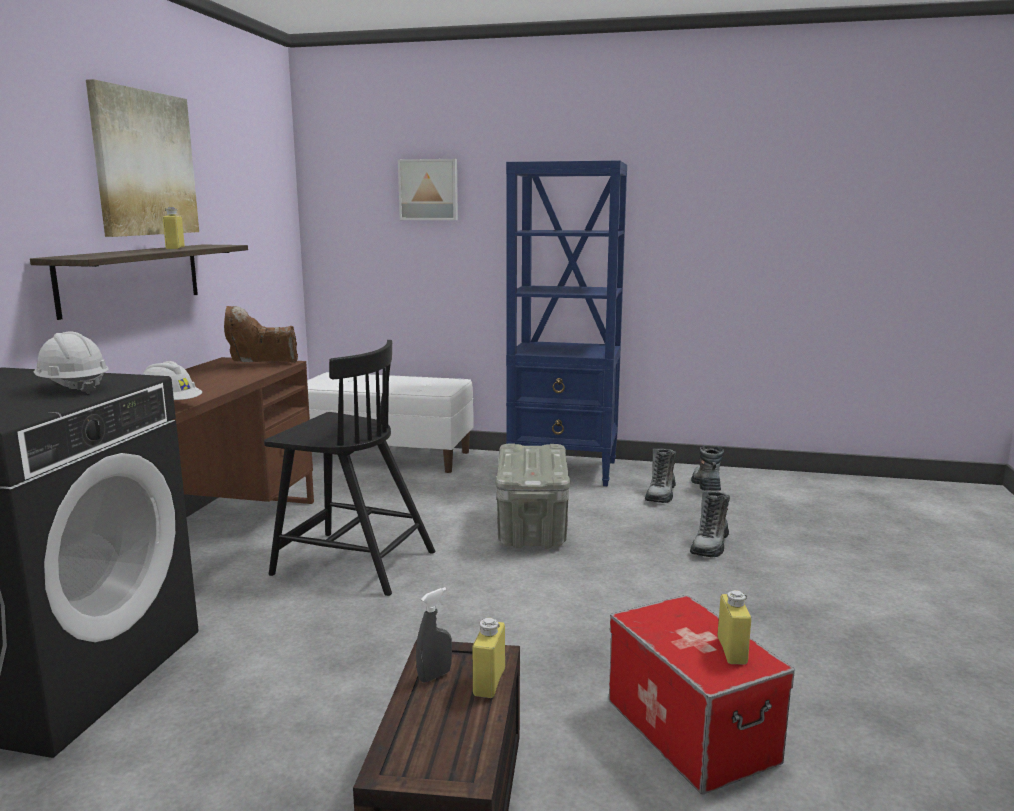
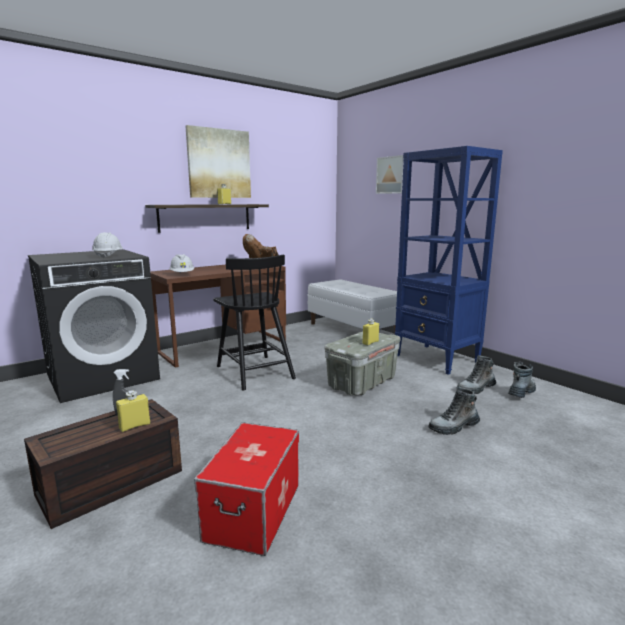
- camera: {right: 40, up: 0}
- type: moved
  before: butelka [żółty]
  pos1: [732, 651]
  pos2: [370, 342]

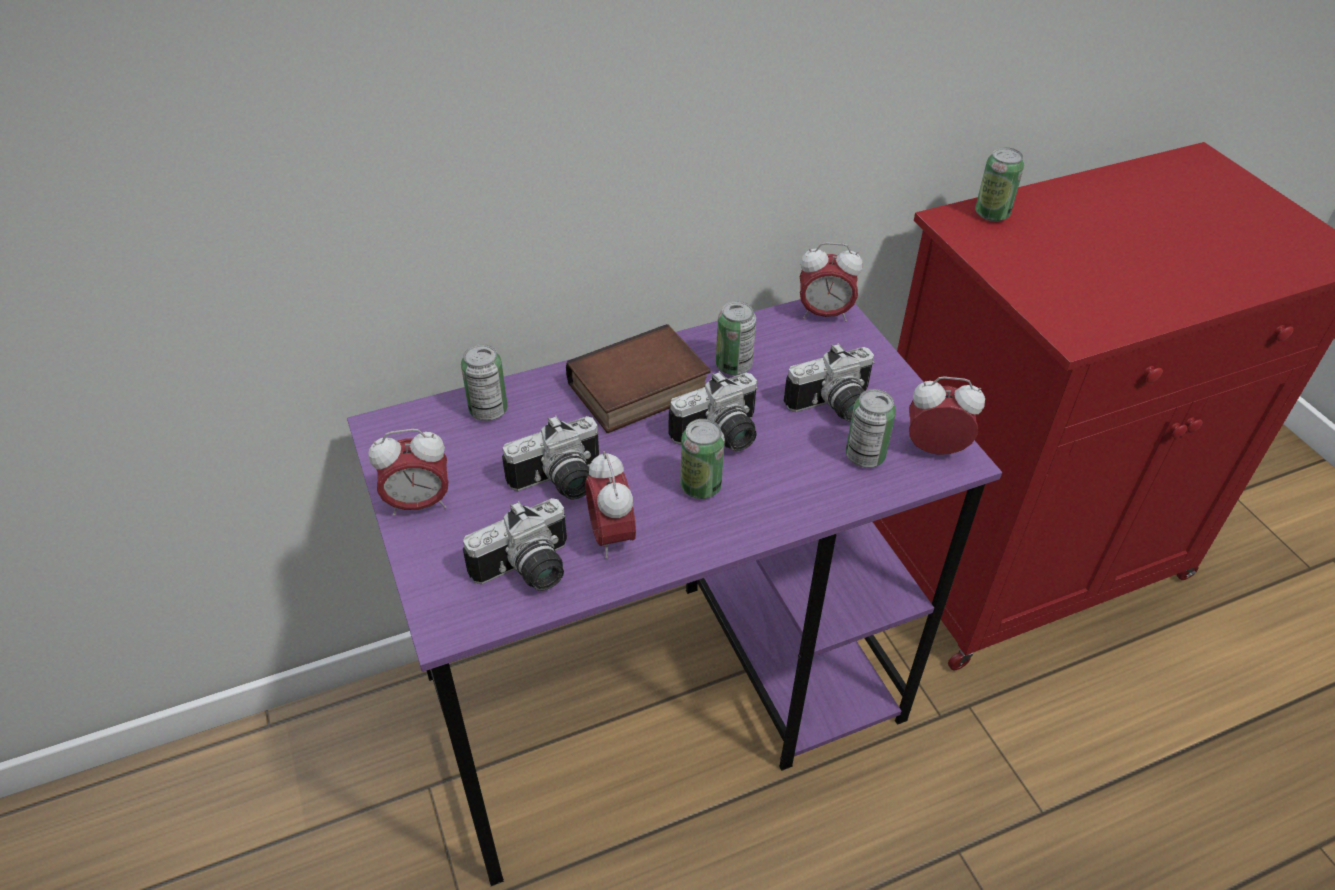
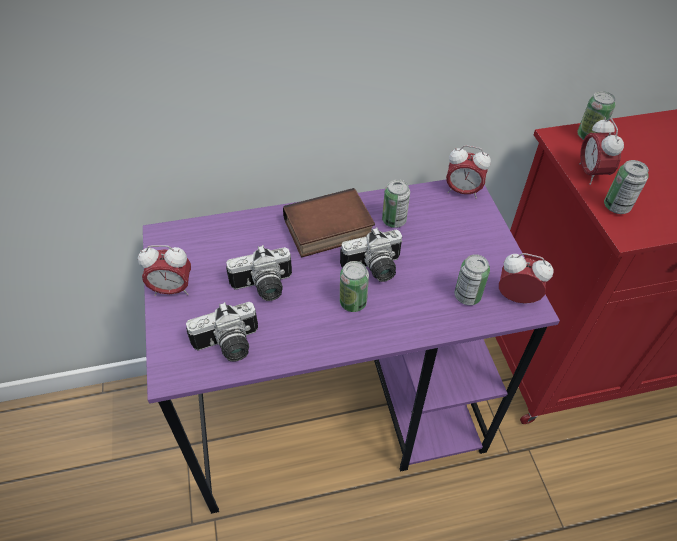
- camera: {right: 10, up: 5}
- type: moved
  before: budzik
  pos1: [611, 536]
  pos2: [591, 173]
- type: moved
  before: puszka
  pos1: [488, 410]
  pos2: [616, 206]
- type: removed
  before: aparat fotograficzny
  pos1: [834, 408]

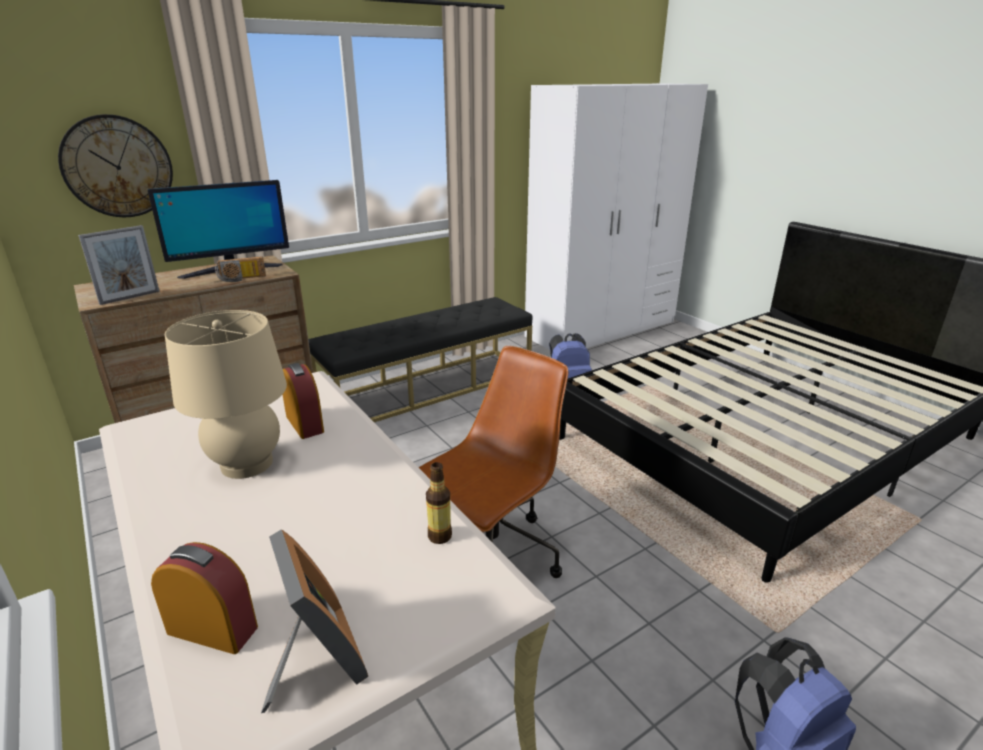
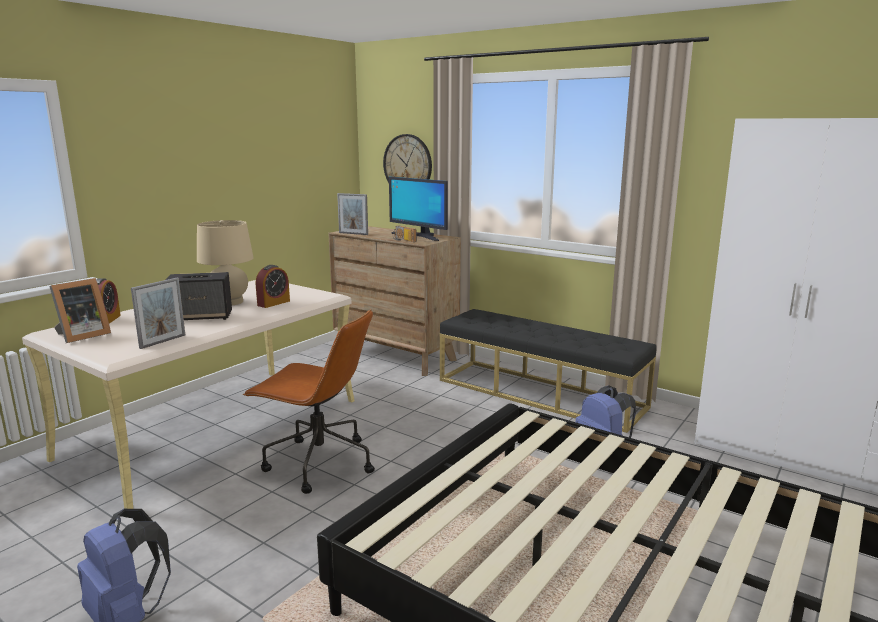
- camera: {right: 70, up: -10}
- type: replaced
  before: butelka
  after: ramka na zdjęcie
  pos1: [439, 536]
  pos2: [163, 341]
- type: added
  after: głośnik
  pos2: [202, 317]

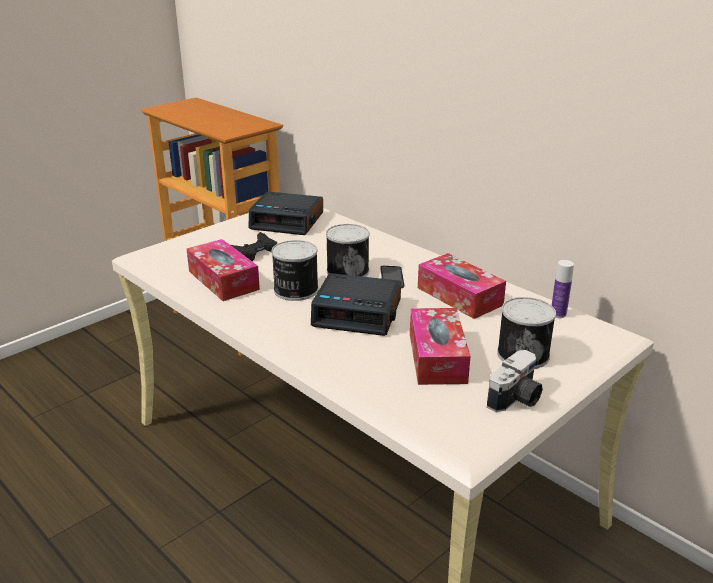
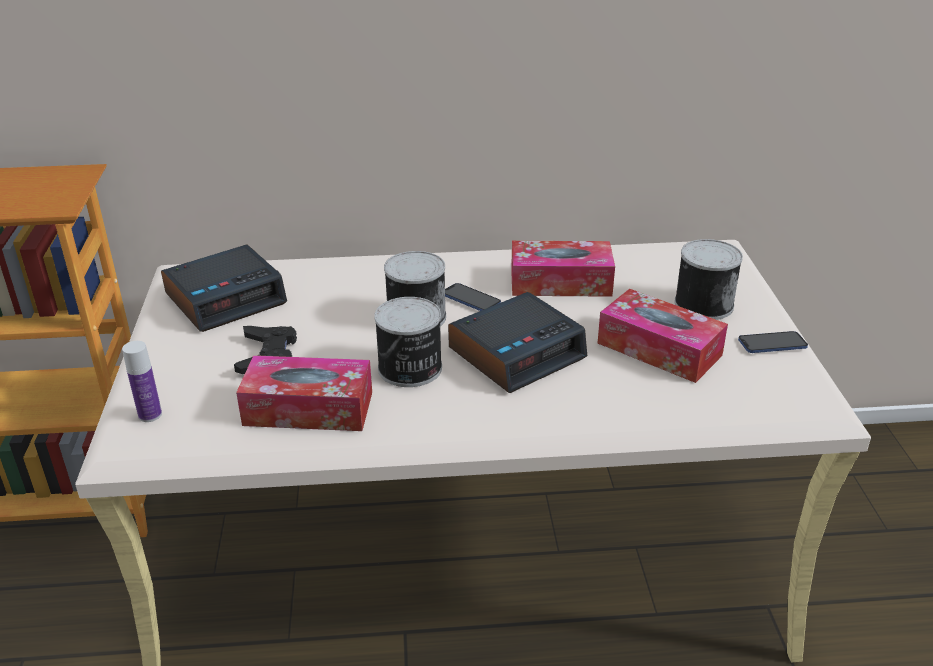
- camera: {right: -50, up: 5}
- type: moved
  before: butelka
  pos1: [558, 314]
  pos2: [150, 415]
- type: replaced
  before: aparat fotograficzny
  after: telefon
  pos1: [516, 399]
  pos2: [772, 344]

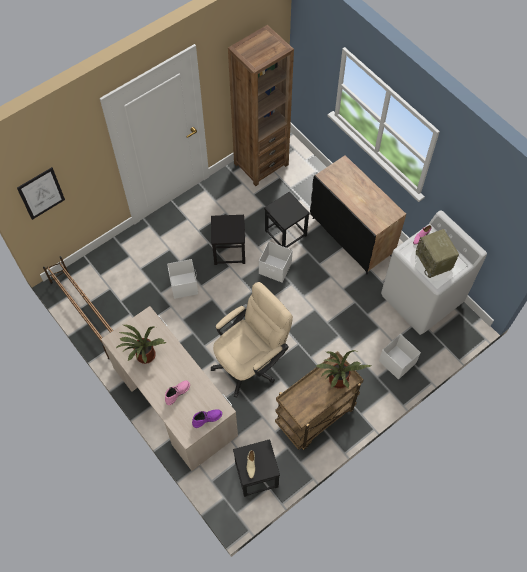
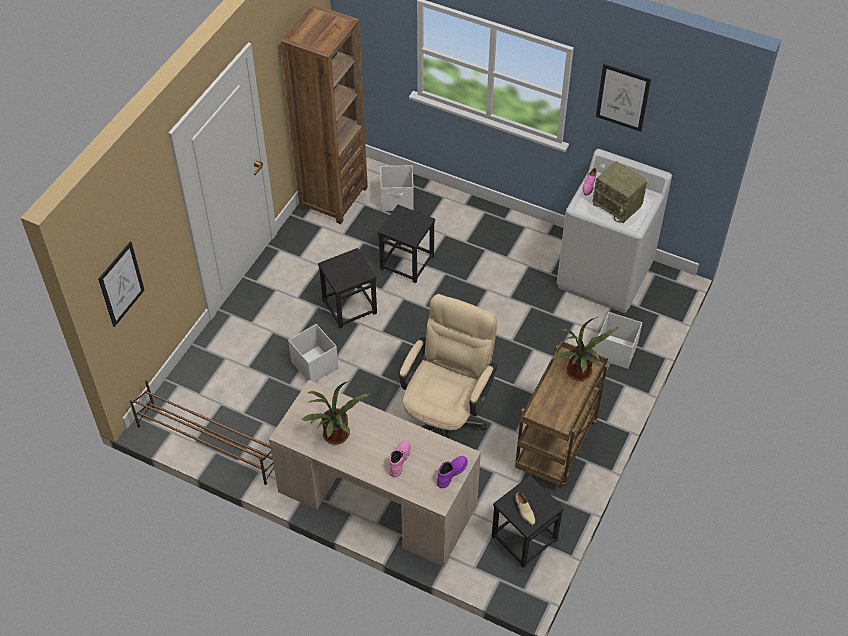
- camera: {right: -25, up: -10}
- type: moved
  before: pojemnik do przechowywania [biały]
  pos1: [275, 269]
  pos2: [397, 200]
- type: added
  after: obraz
  pos2: [623, 97]
- type: removed
  before: szafka [czarny]
  pos1: [352, 237]

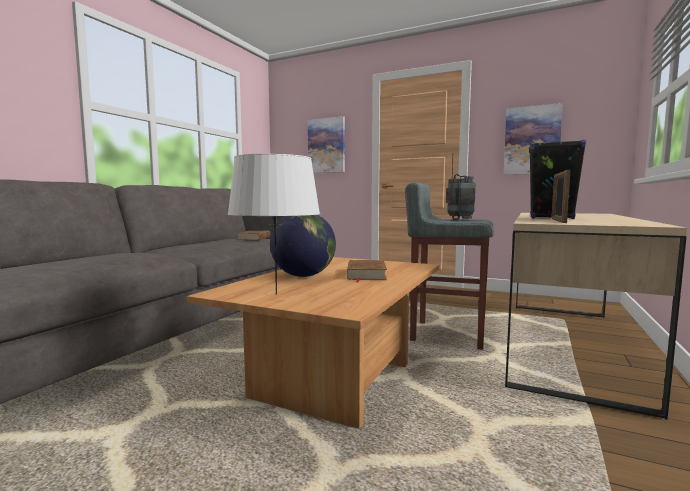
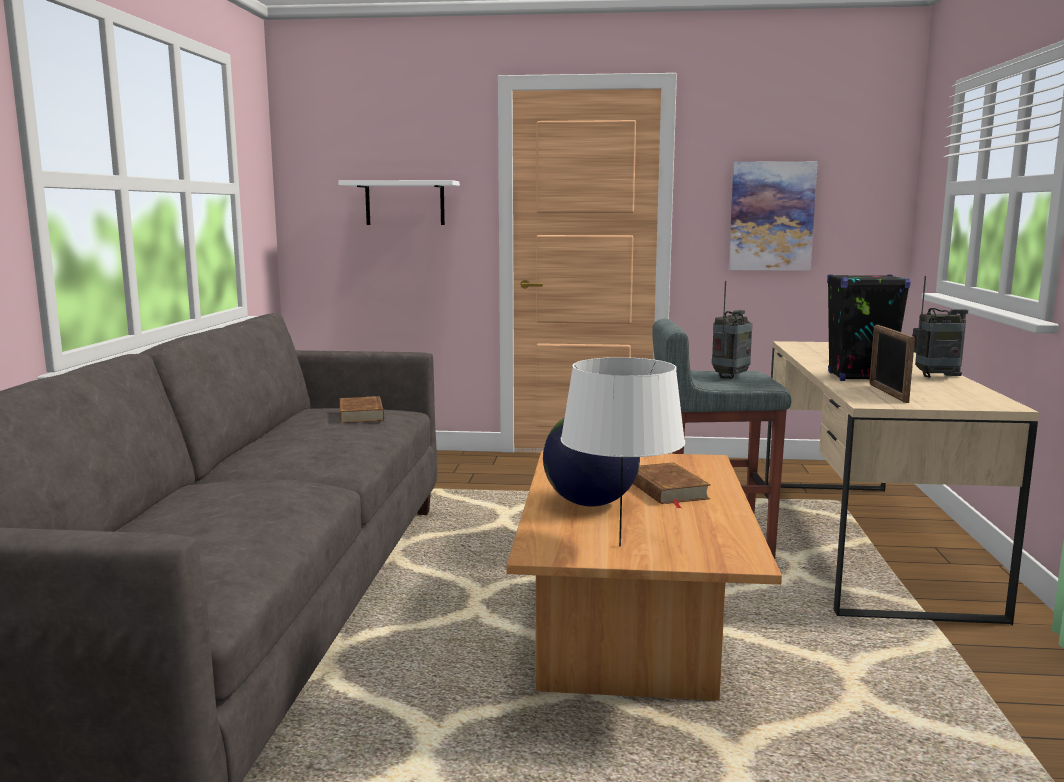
- camera: {right: -20, up: 5}
- type: replaced
  before: obraz
  after: półka [biały]
  pos1: [326, 145]
  pos2: [405, 203]
- type: added
  after: radio
  pos2: [936, 377]

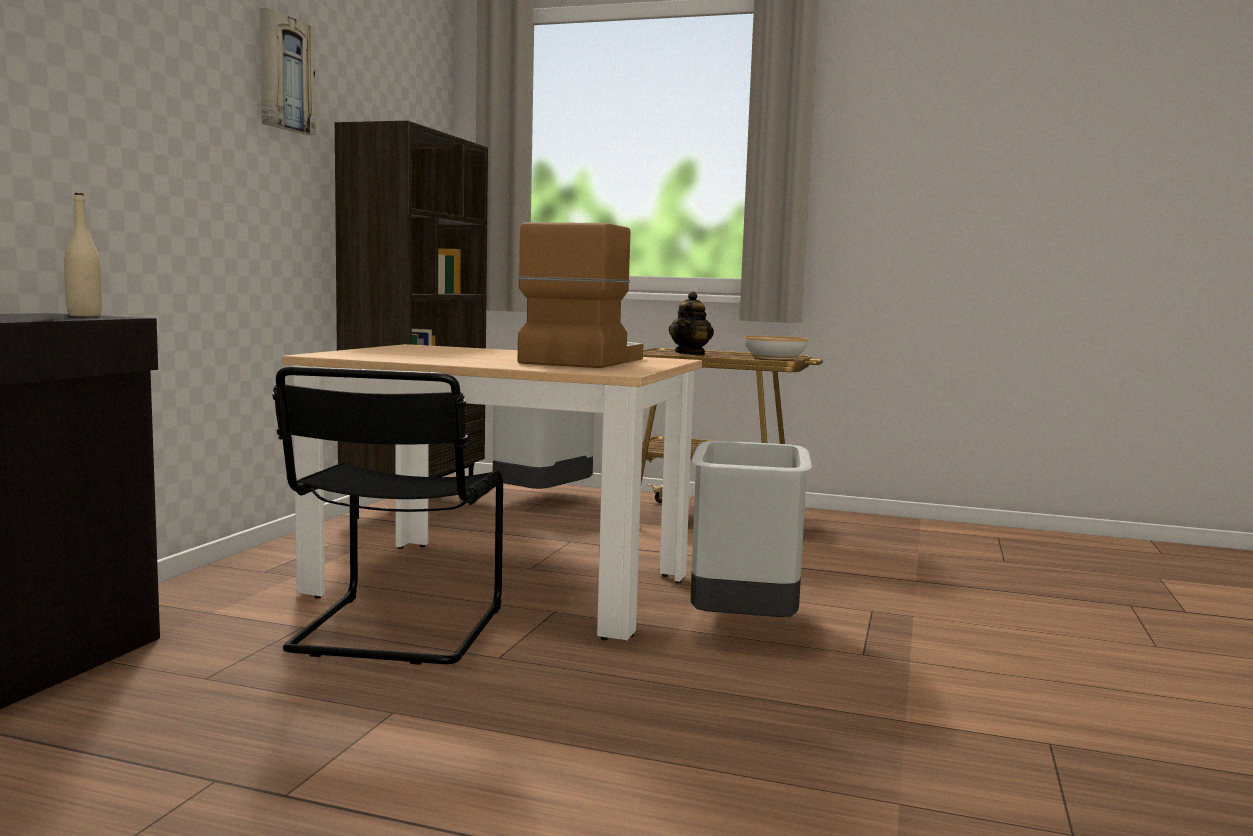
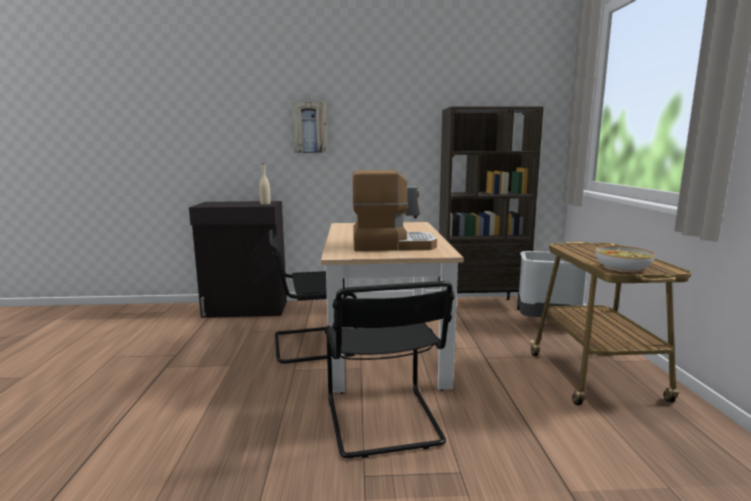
- camera: {right: 70, up: 5}
- type: moved
  before: obraz
  pos1: [284, 74]
  pos2: [309, 127]
- type: replaced
  before: kosz na śmieci [szary]
  after: krzesło [czarny]
  pos1: [745, 625]
  pos2: [384, 423]
- type: removed
  before: imbryk
  pos1: [690, 354]

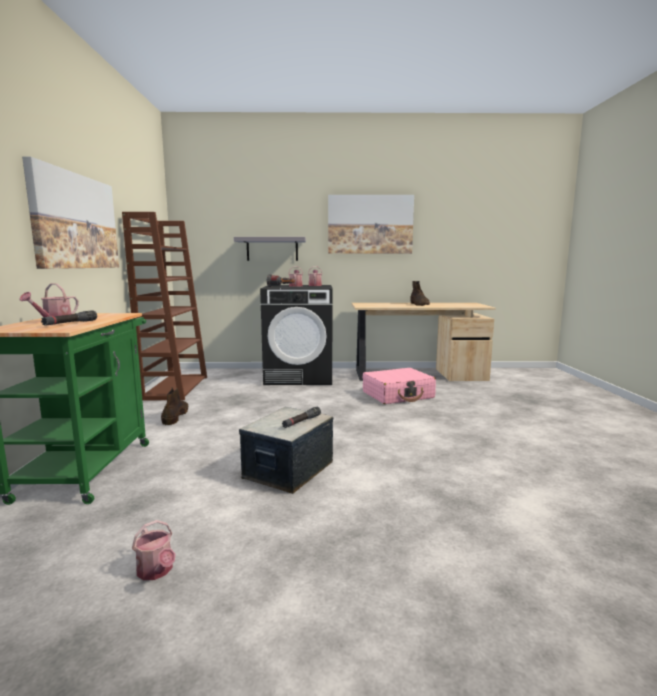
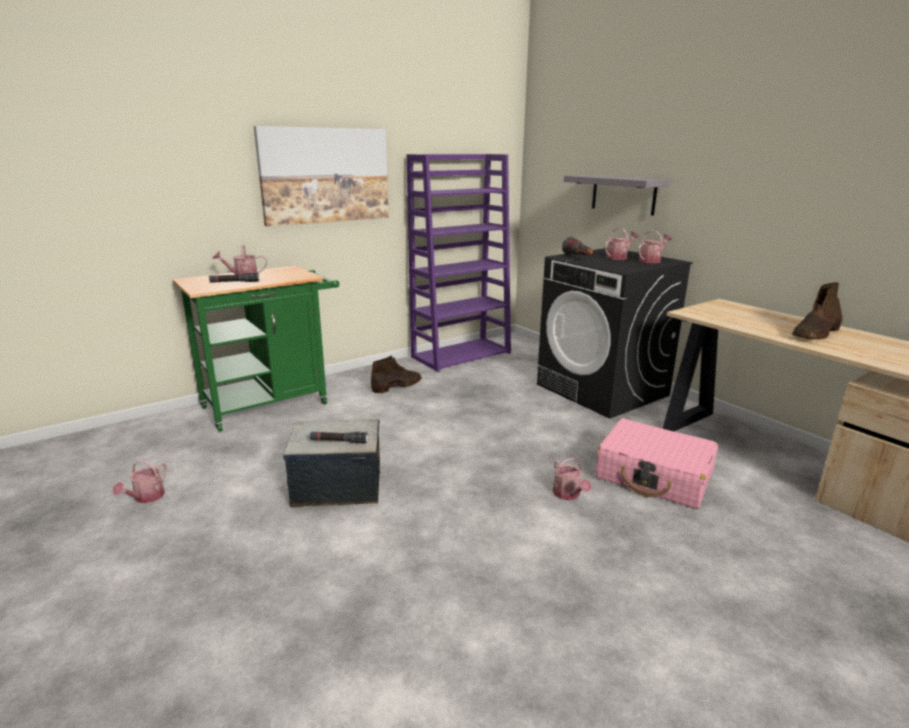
- camera: {right: 55, up: 10}
- type: recoloured
  before: regał [brązowy]
  after: regał [fioletowy]
  pos1: [175, 387]
  pos2: [461, 354]
- type: added
  after: konewka
  pos2: [568, 495]
- type: removed
  before: obraz
  pos1: [370, 224]

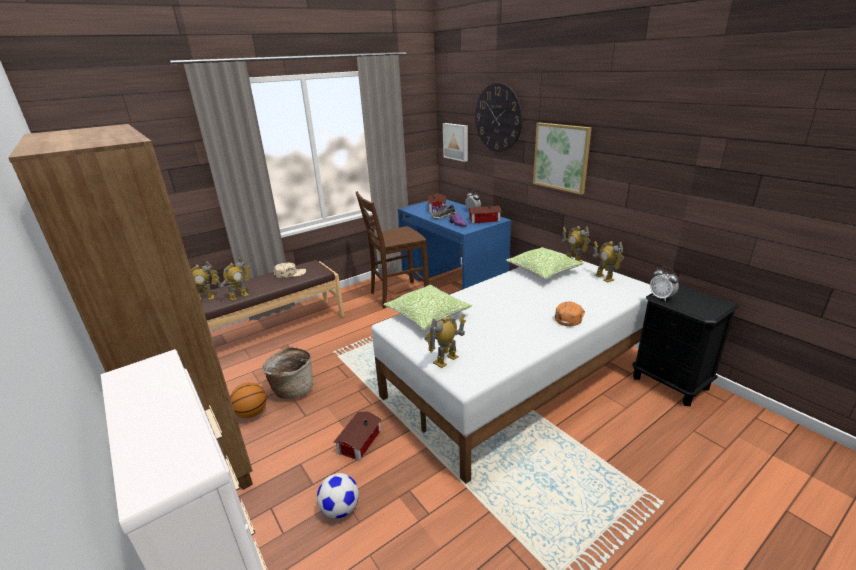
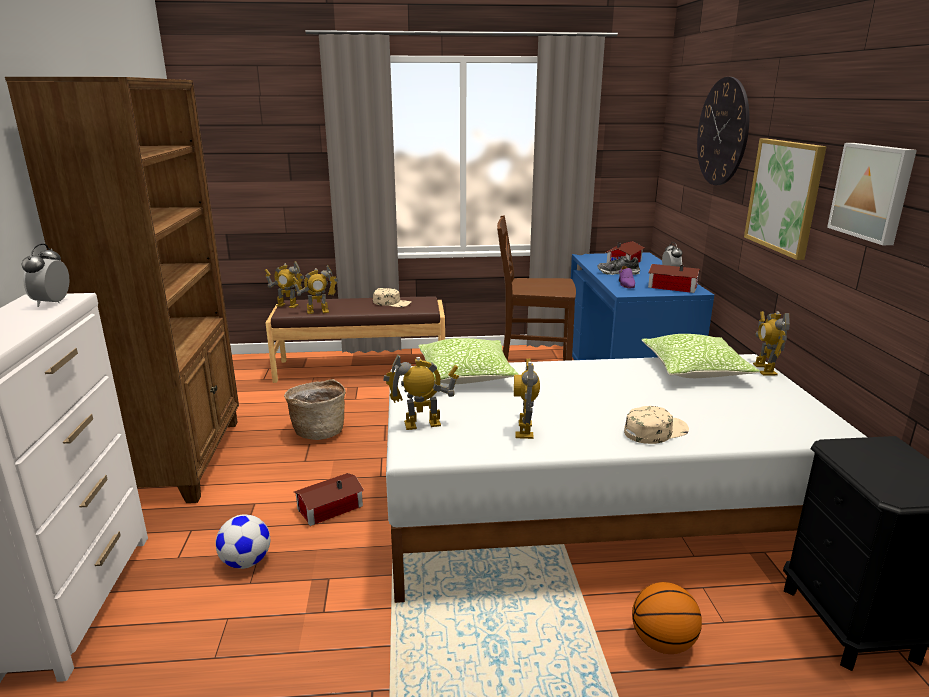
- camera: {right: 30, up: -5}
- type: moved
  before: budzik
  pos1: [661, 297]
  pos2: [52, 303]
- type: moved
  before: robot zabawkowy
  pos1: [604, 277]
  pos2: [525, 429]
- type: recoloured
  before: czapka z daszkiem [pomarańczowy]
  after: czapka z daszkiem [beżowy]
  pos1: [569, 316]
  pos2: [655, 431]
- type: moved
  before: piłka do koszykówki
  pos1: [251, 413]
  pos2: [662, 642]
- type: moved
  before: obraz
  pos1: [456, 141]
  pos2: [873, 192]

